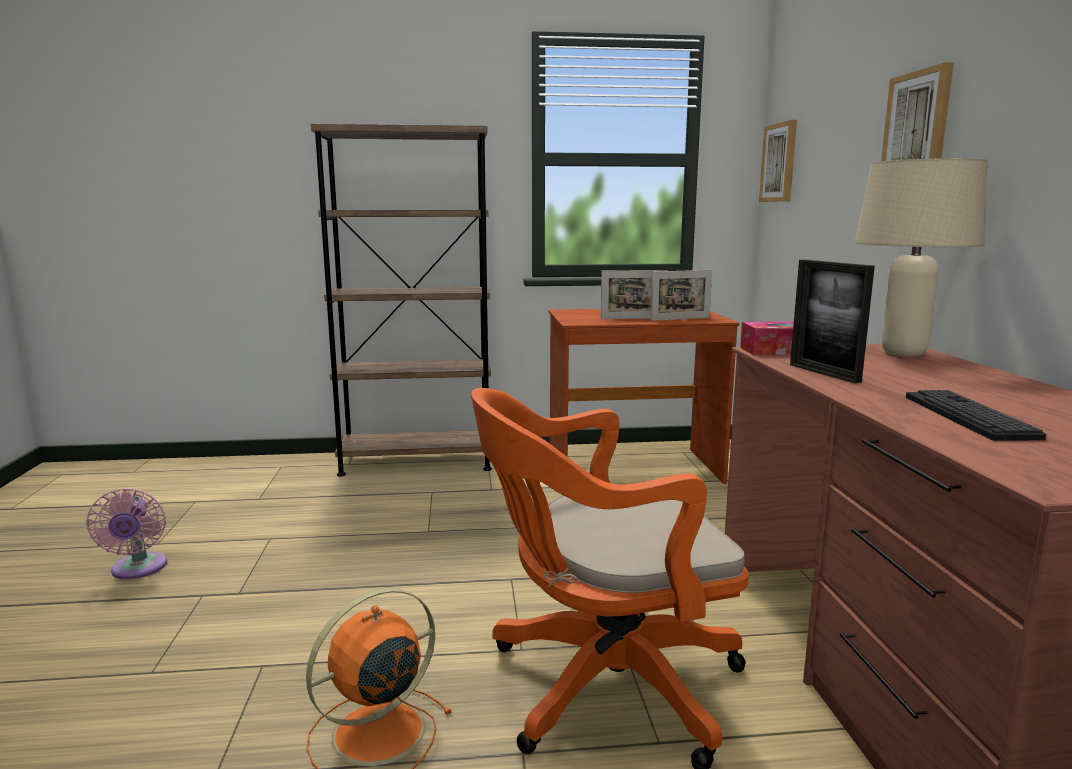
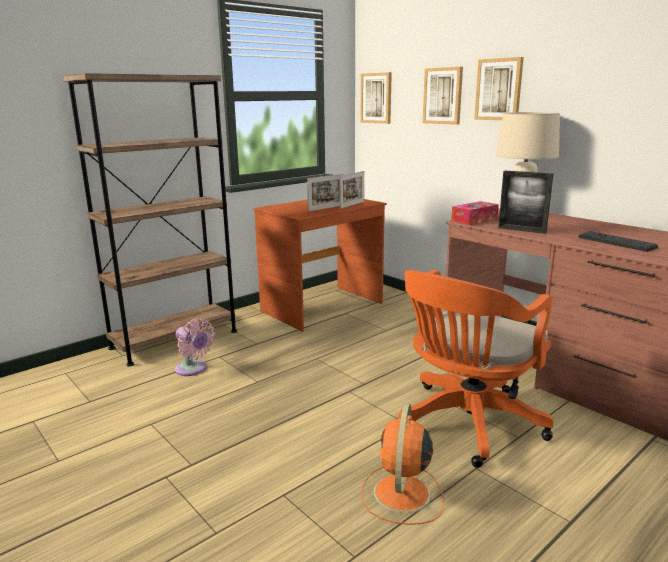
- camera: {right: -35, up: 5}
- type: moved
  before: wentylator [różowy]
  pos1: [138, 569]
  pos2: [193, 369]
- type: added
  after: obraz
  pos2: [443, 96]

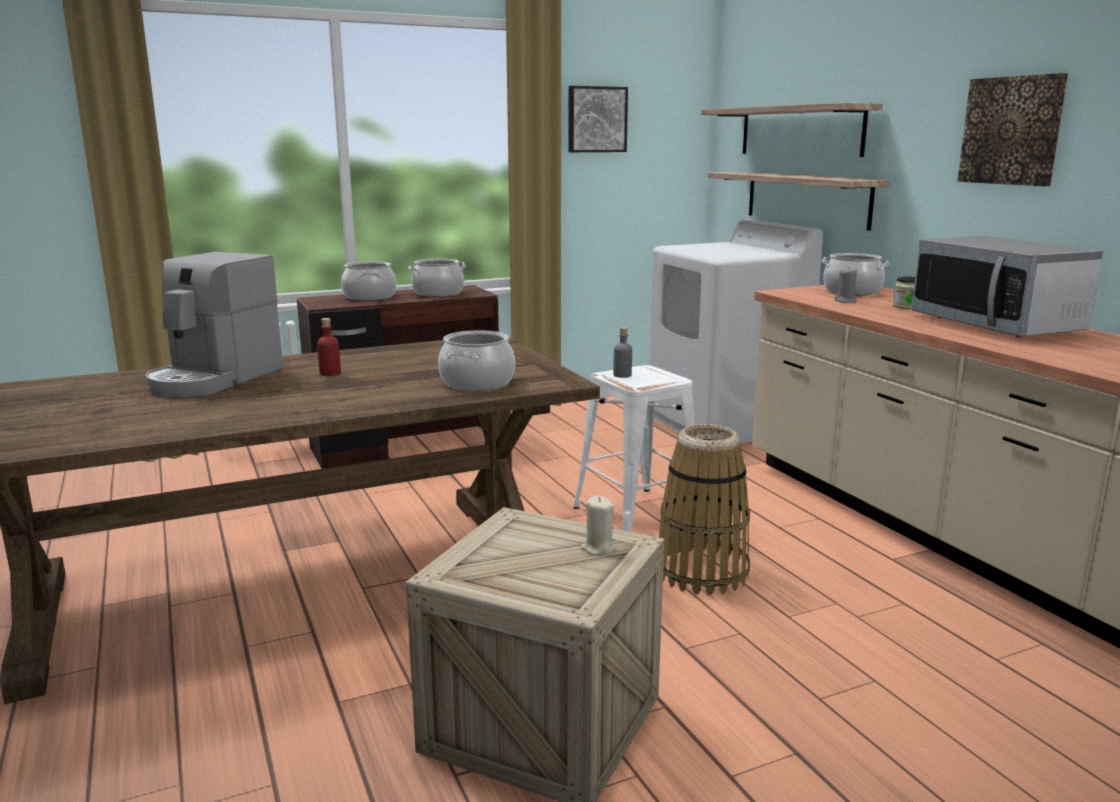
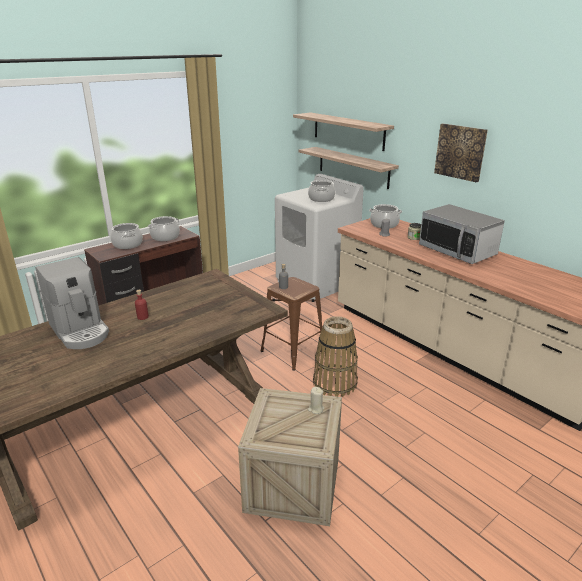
- camera: {right: -15, up: 10}
- type: turned
  before: ekspres do kawy
  pos1: [214, 379]
  pos2: [80, 331]
  turn: -45
- type: recoloured
  before: stołek [biały]
  after: stołek [brązowy]
  pos1: [638, 514]
  pos2: [293, 350]
- type: moved
  before: garnek
  pos1: [476, 383]
  pos2: [321, 199]
- type: removed
  before: obraz
  pos1: [596, 119]

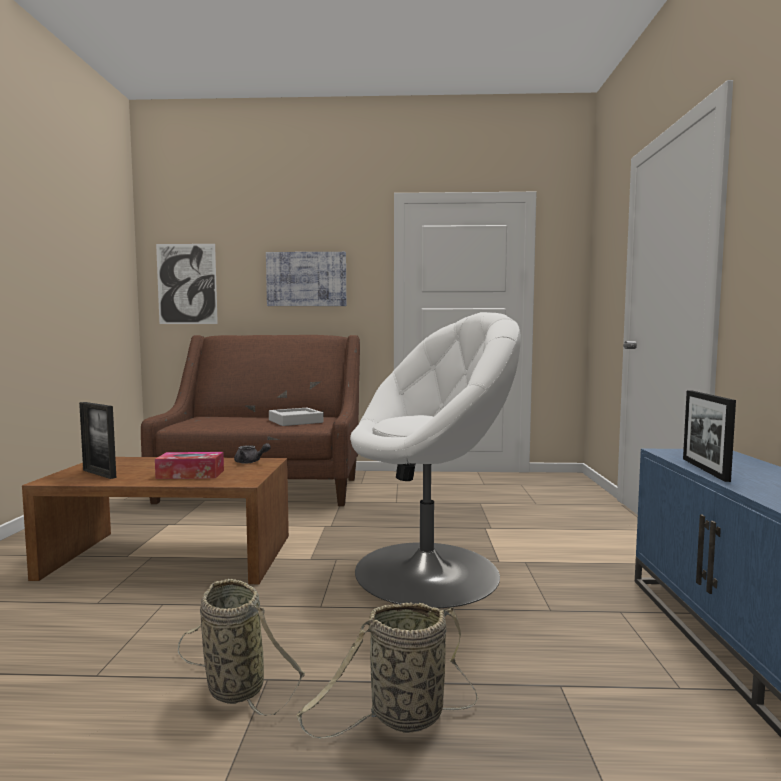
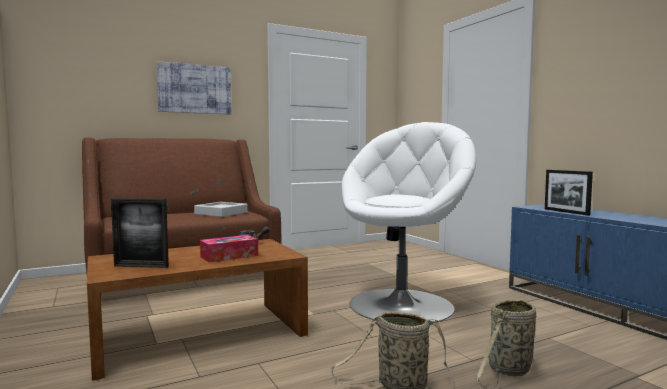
- camera: {right: -30, up: 0}
- type: removed
  before: obraz
  pos1: [187, 284]

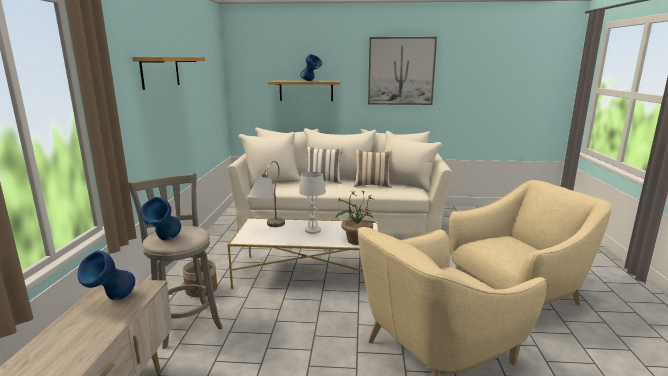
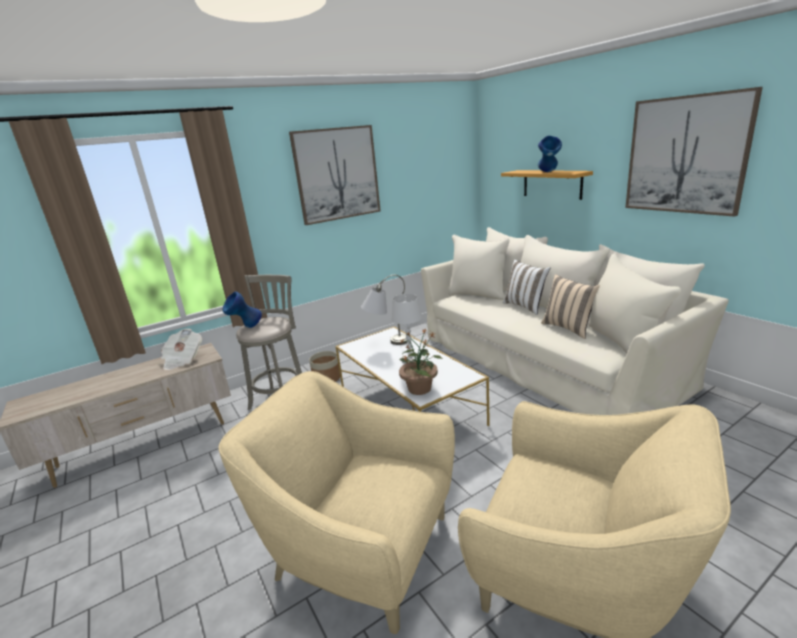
- camera: {right: 55, up: 5}
- type: replaced
  before: wazon [niebieski]
  after: gazeta
  pos1: [111, 301]
  pos2: [182, 359]
- type: replaced
  before: półka
  after: obraz
  pos1: [160, 72]
  pos2: [337, 174]

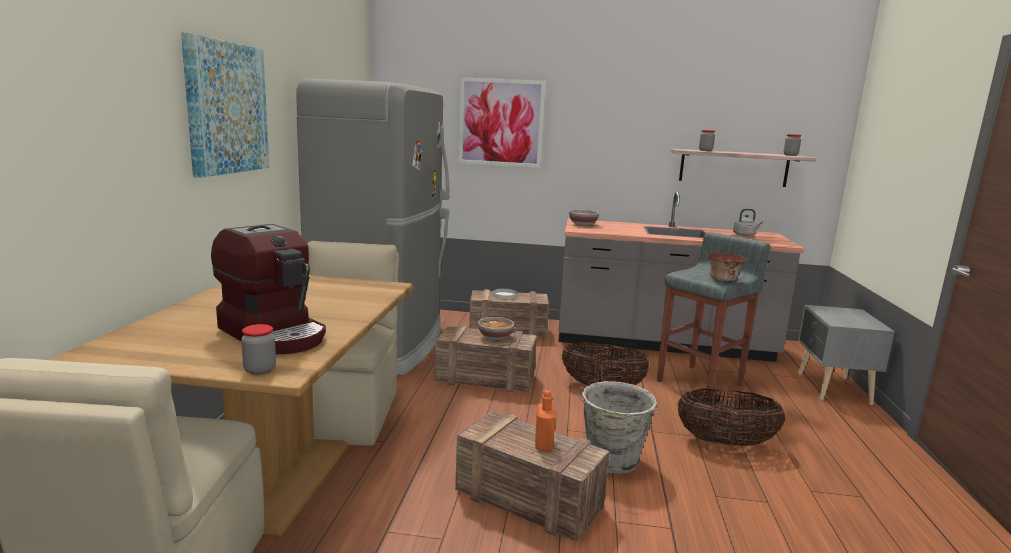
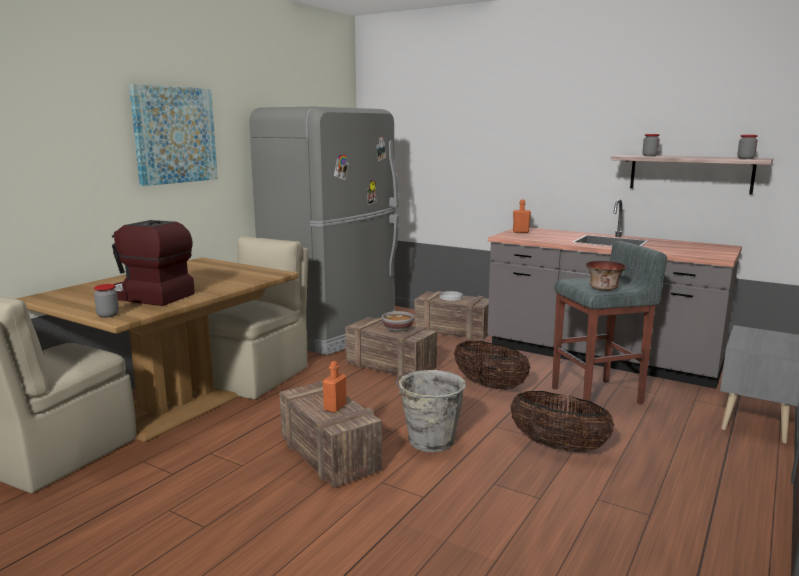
- camera: {right: 25, up: 0}
- type: turned
  before: ekspres do kawy
  pos1: [274, 334]
  pos2: [149, 296]
  turn: 135
- type: replaced
  before: miska
  after: butelka [pomarańczowy]
  pos1: [583, 224]
  pos2: [520, 232]
- type: removed
  before: obraz
  pos1: [501, 123]
- type: removed
  before: czajnik [szary]
  pos1: [745, 235]

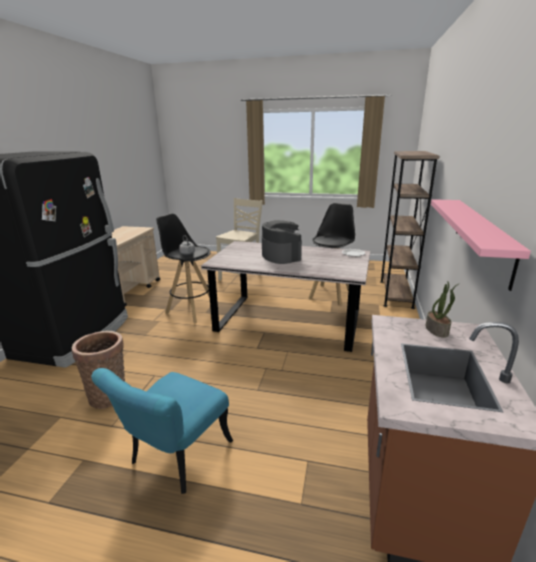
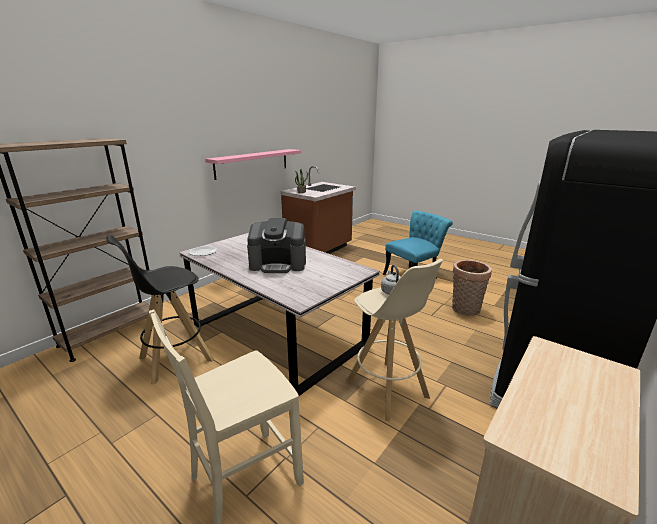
- camera: {right: -155, up: 0}
- type: turned
  before: ekspres do kawy
  pos1: [281, 256]
  pos2: [278, 264]
  turn: -90
- type: recoloured
  before: stołek [czarny]
  after: stołek [beżowy]
  pos1: [191, 310]
  pos2: [387, 389]

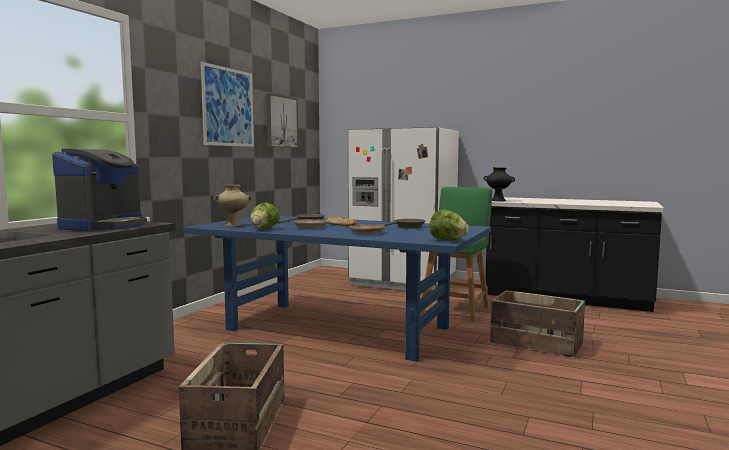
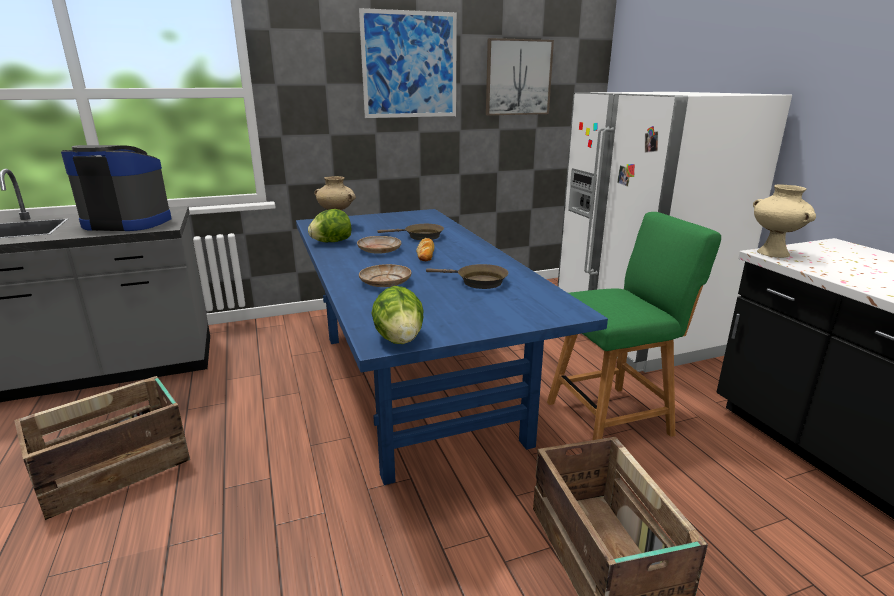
- camera: {right: 45, up: 15}
- type: turned
  before: ekspres do kawy
  pos1: [103, 226]
  pos2: [128, 222]
  turn: -150
- type: recoloured
  before: wazon [czarny]
  after: wazon [beżowy]
  pos1: [498, 200]
  pos2: [774, 253]

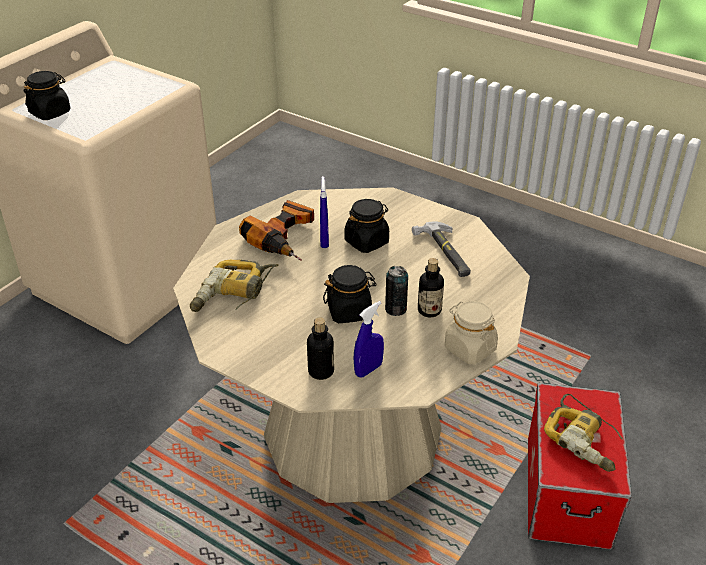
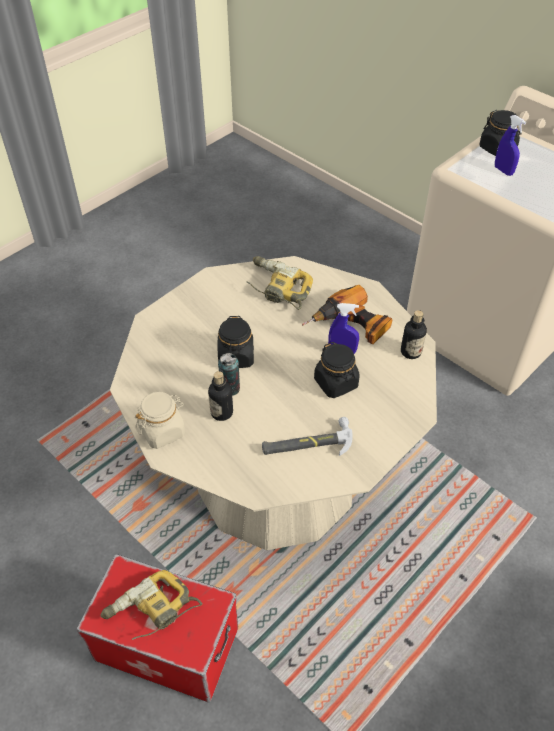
- camera: {right: 100, up: 10}
- type: moved
  before: butelka
  pos1: [321, 371]
  pos2: [411, 352]
- type: moved
  before: spryskiwacz [niebieski]
  pos1: [368, 369]
  pos2: [503, 171]

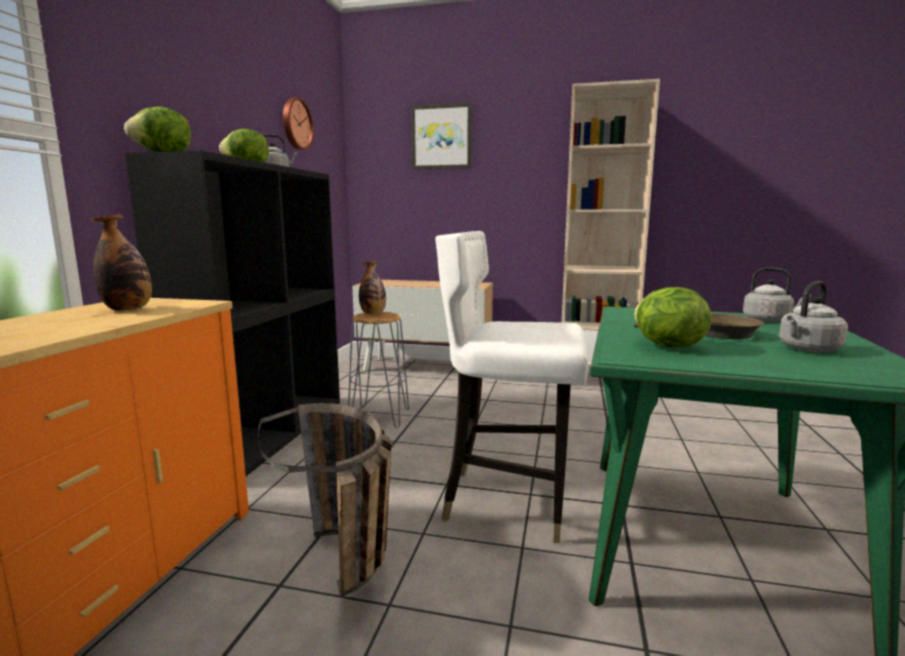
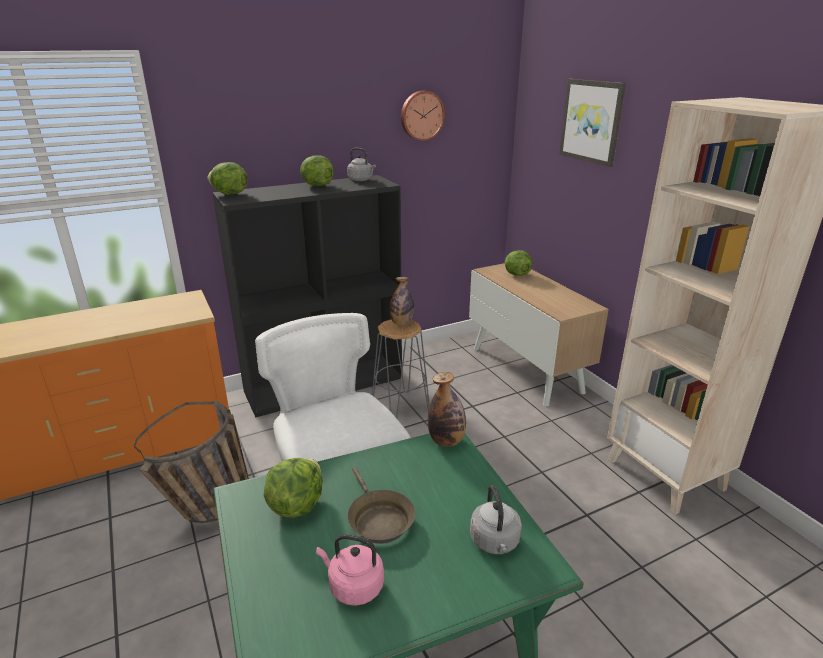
- camera: {right: 50, up: 15}
- type: recoloured
  before: czajnik [szary]
  after: czajnik [różowy]
  pos1: [807, 349]
  pos2: [353, 586]
- type: moved
  before: butelka
  pos1: [128, 309]
  pos2: [446, 441]
- type: added
  after: sałata
  pos2: [516, 274]

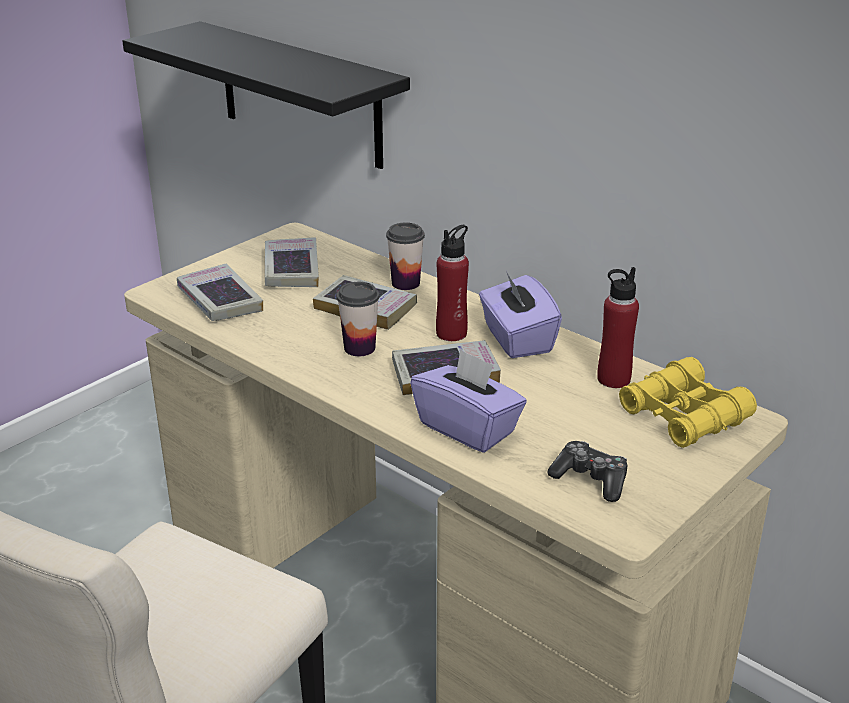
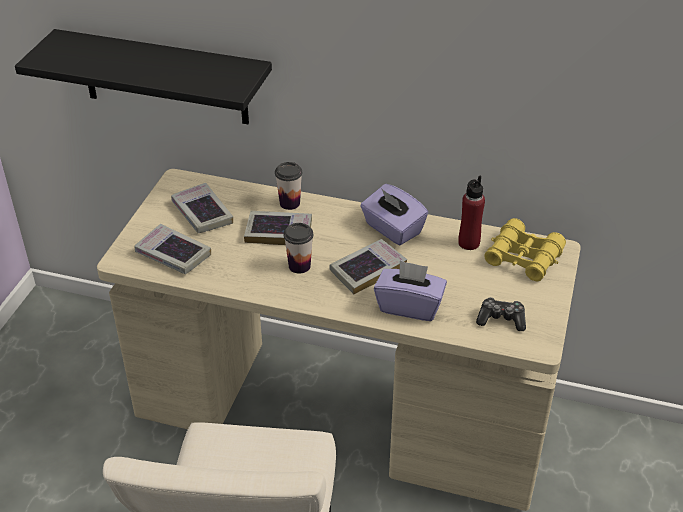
- camera: {right: -25, up: 10}
- type: removed
  before: butelka [czerwony]
  pos1: [451, 333]

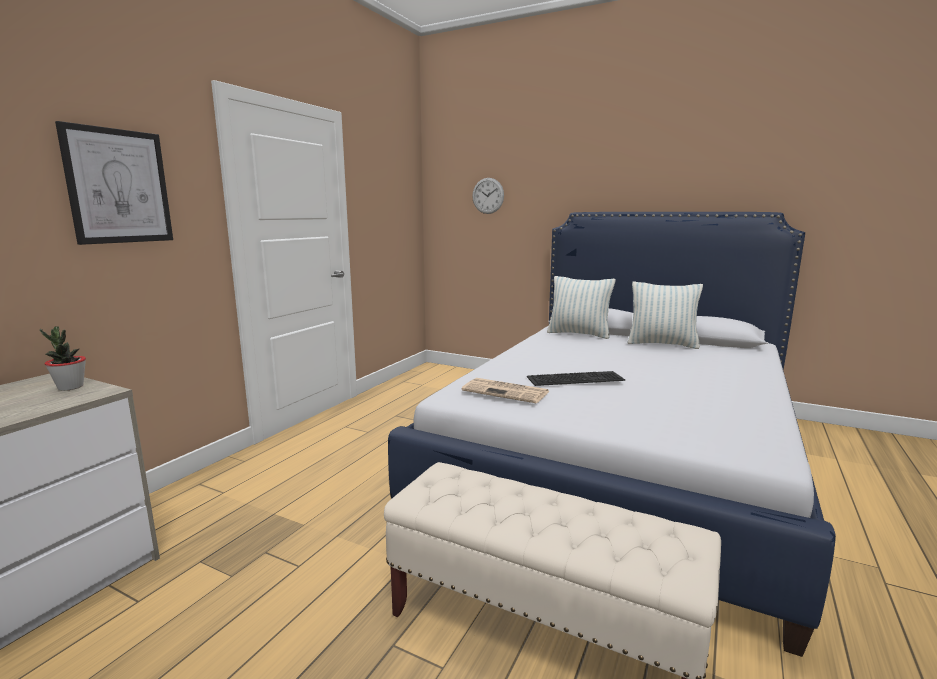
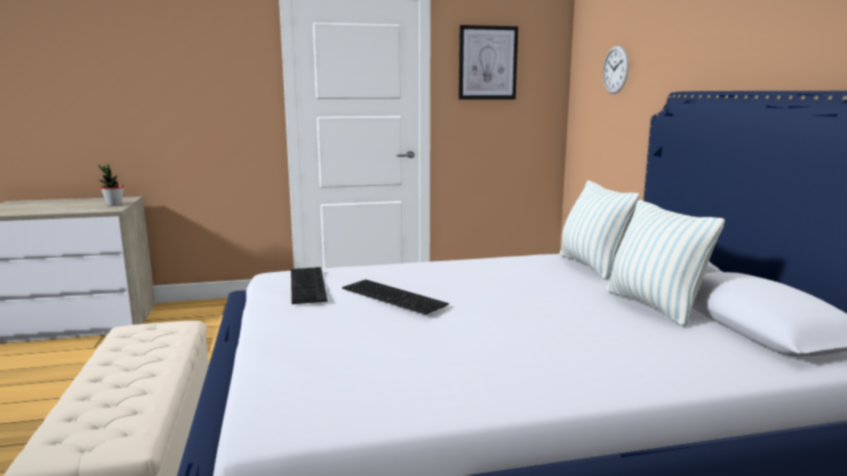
- camera: {right: 50, up: 0}
- type: replaced
  before: gazeta
  after: klawiatura
  pos1: [507, 391]
  pos2: [310, 284]
- type: moved
  before: obraz
  pos1: [118, 186]
  pos2: [487, 63]

